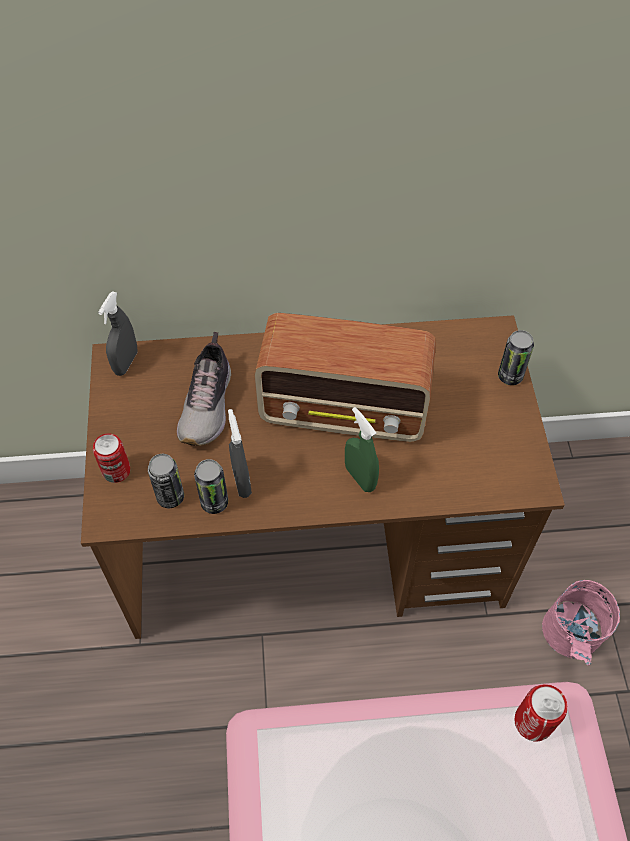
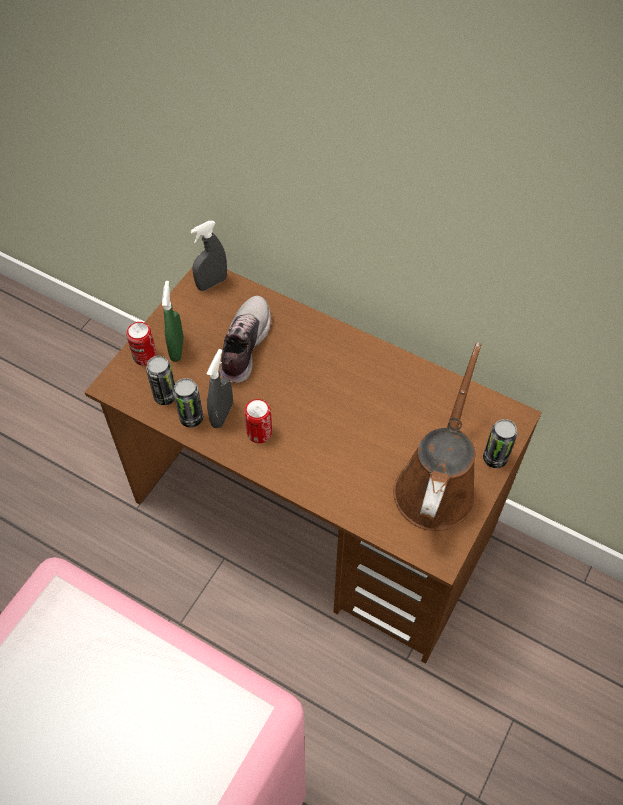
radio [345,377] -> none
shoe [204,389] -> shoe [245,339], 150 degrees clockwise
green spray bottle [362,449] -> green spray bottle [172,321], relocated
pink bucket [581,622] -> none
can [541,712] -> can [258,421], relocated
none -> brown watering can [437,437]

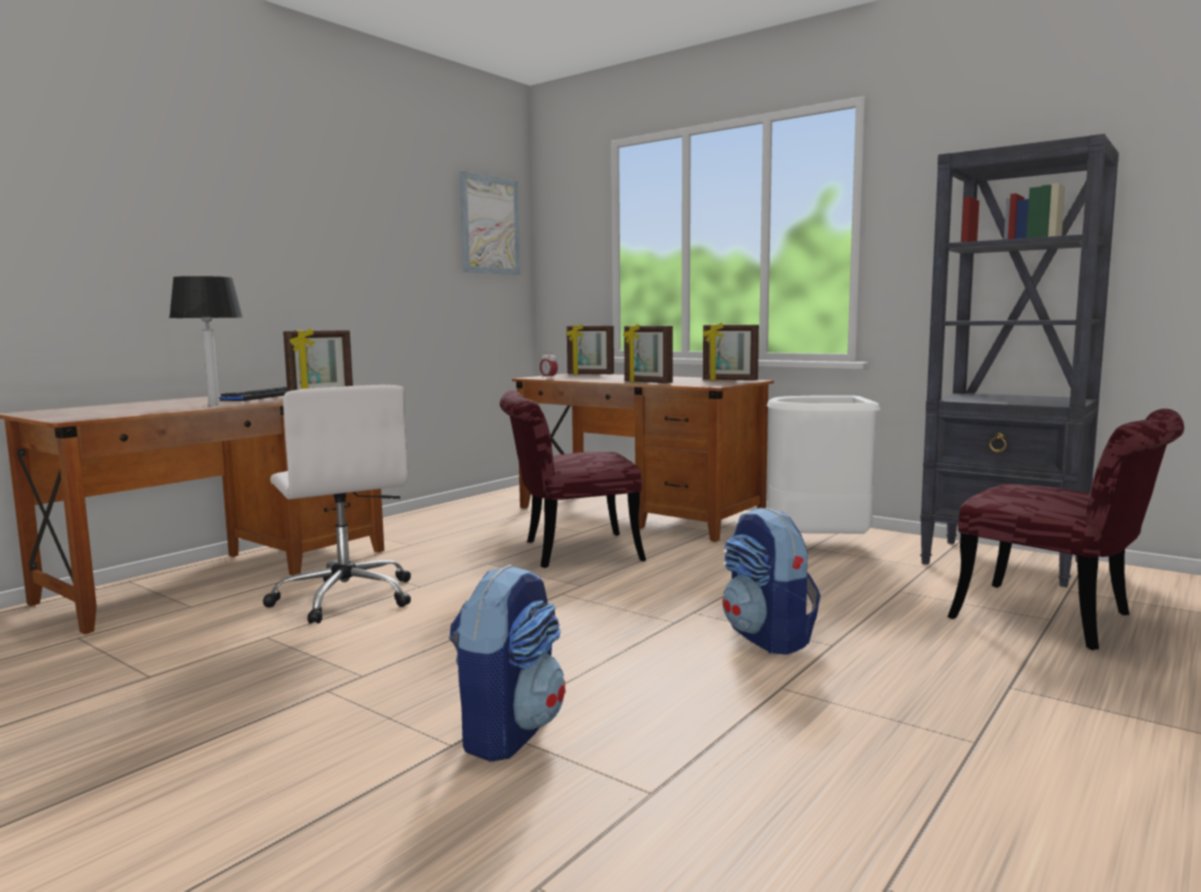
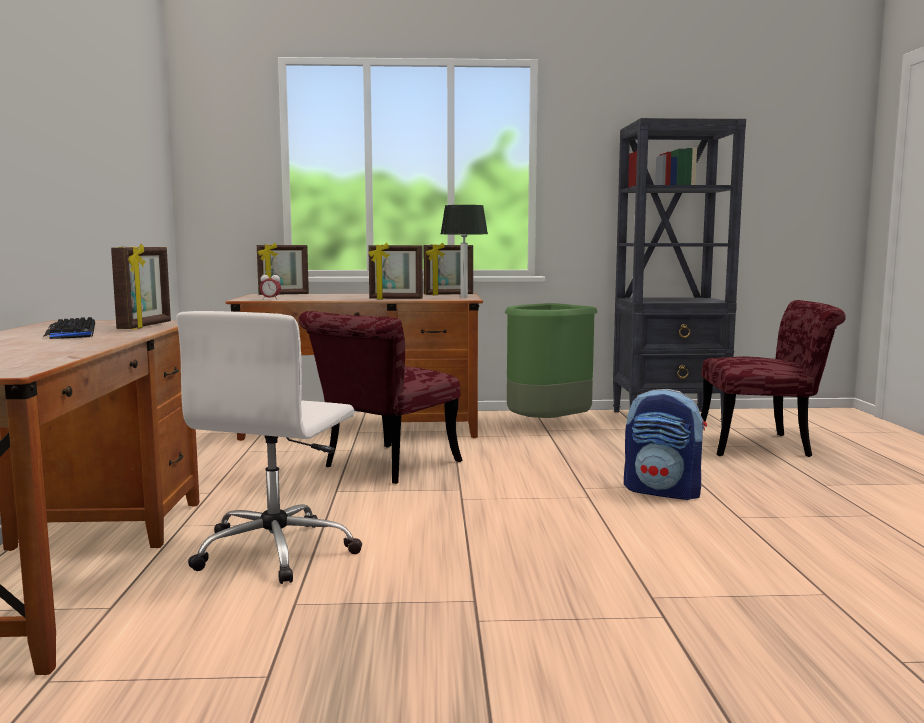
picture [489,223] -> none
table lamp [206,341] -> table lamp [464,251], relocated
white office chair [337,504] -> white office chair [269,447], 90 degrees clockwise
white trash can [823,464] -> green trash can [551,360]
backpack [507,663] -> none

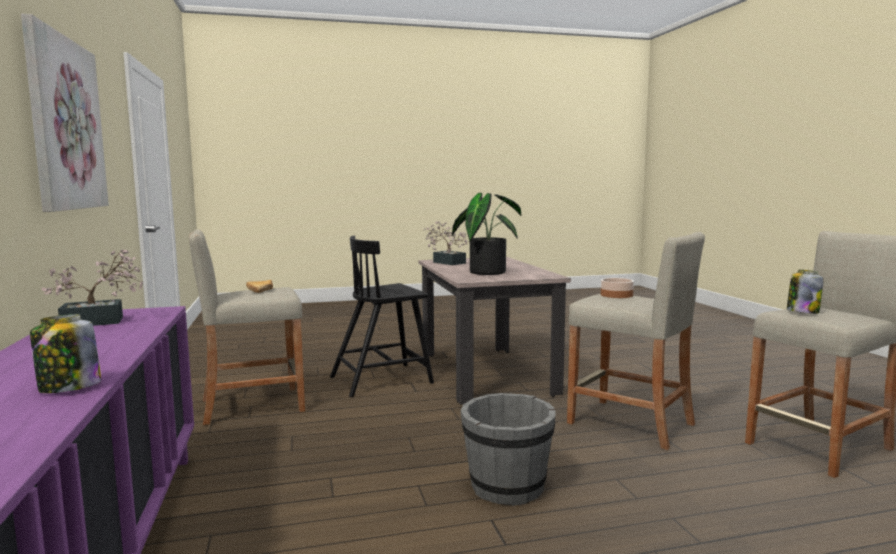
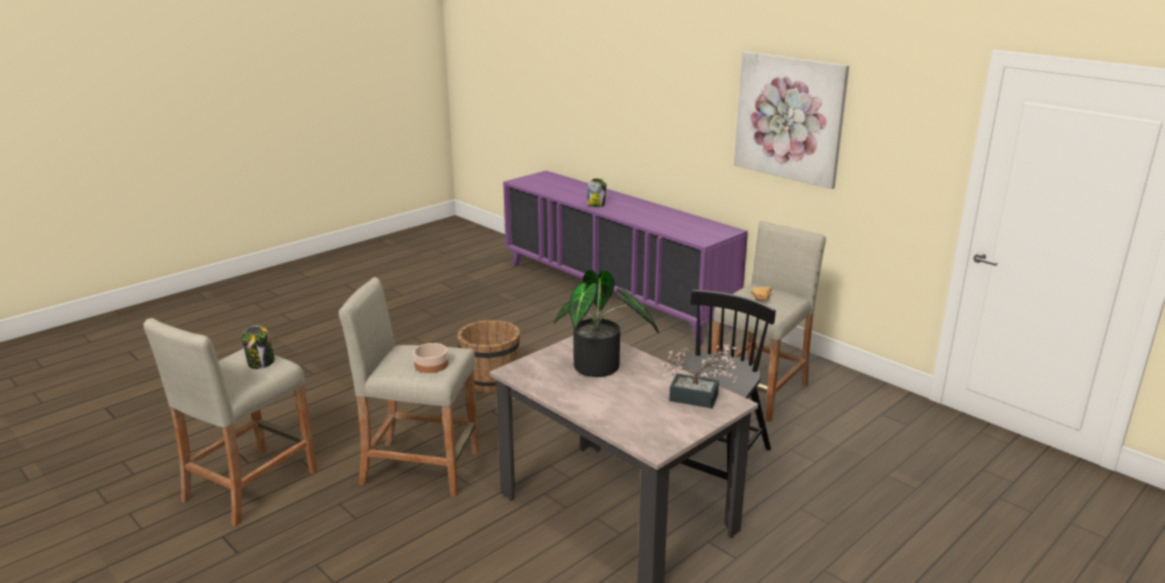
potted plant [92,287] -> none
grey bucket [508,449] -> brown bucket [488,356]

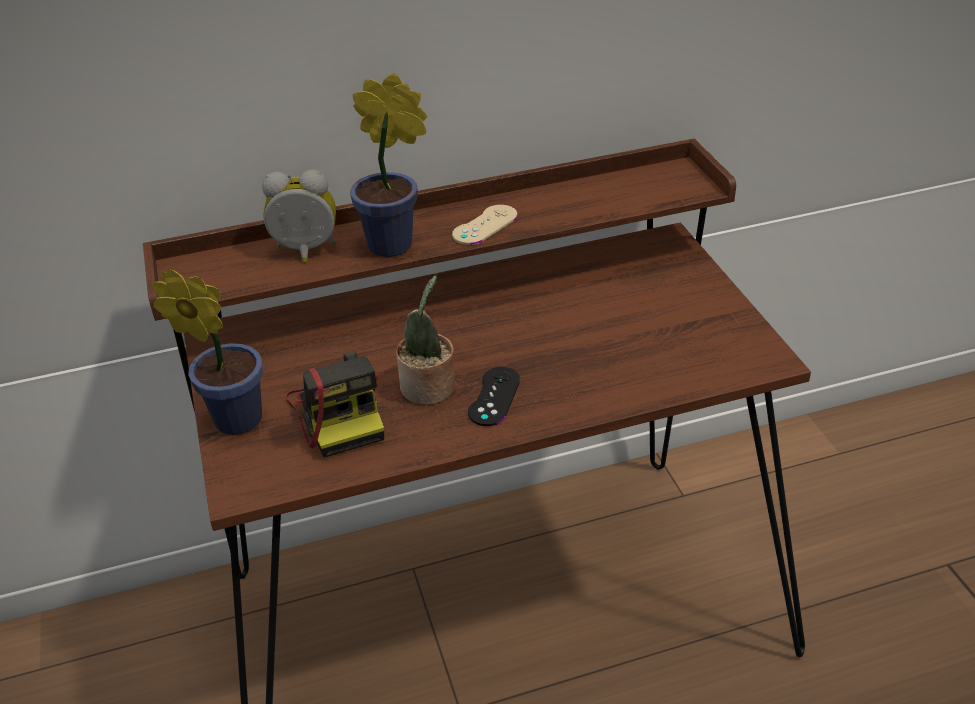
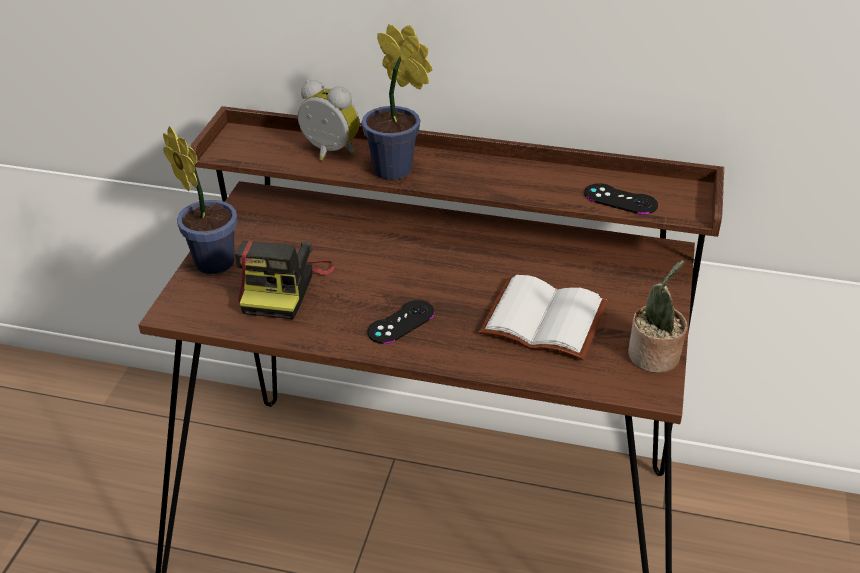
beige game controller [484,225] -> none
potted plant [425,340] -> potted plant [658,316], relocated
none -> black game controller [621,198]
none -> white book [543,317]

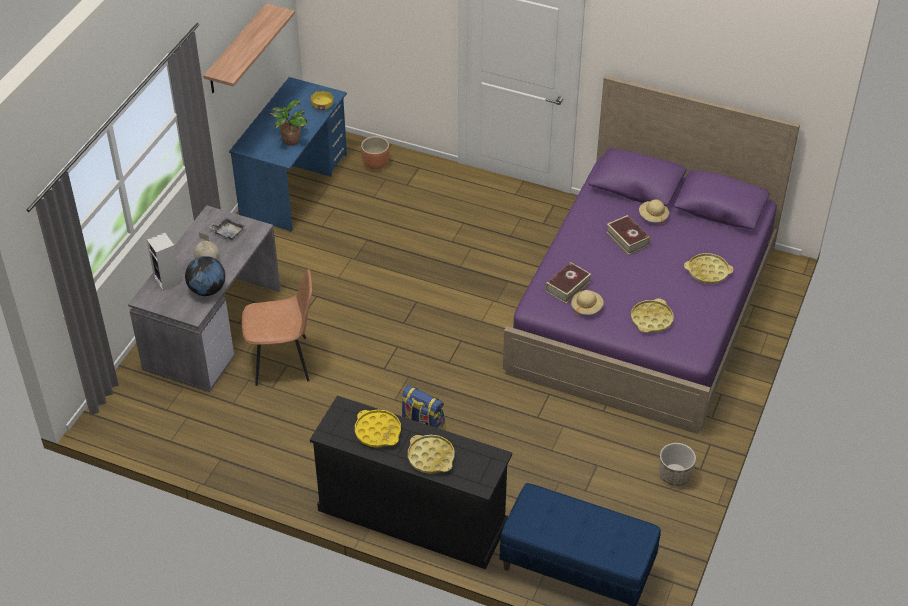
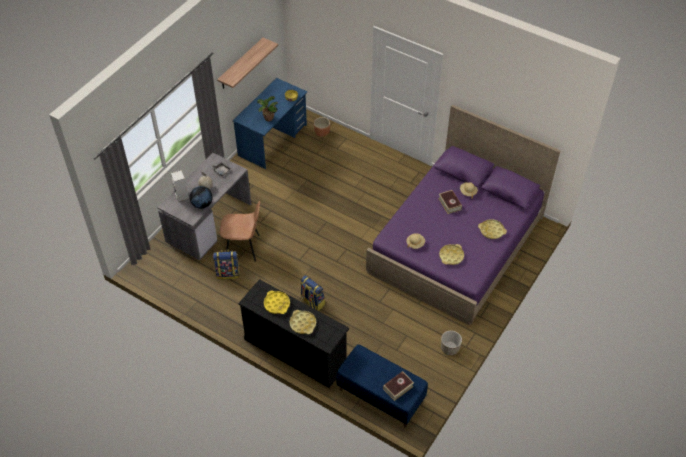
book [568,283] -> book [398,386], relocated
none -> backpack [226,264]

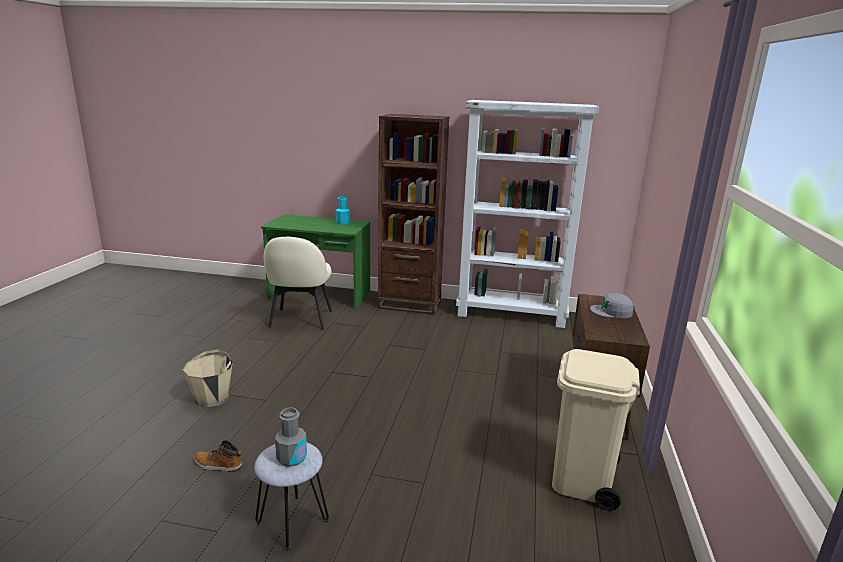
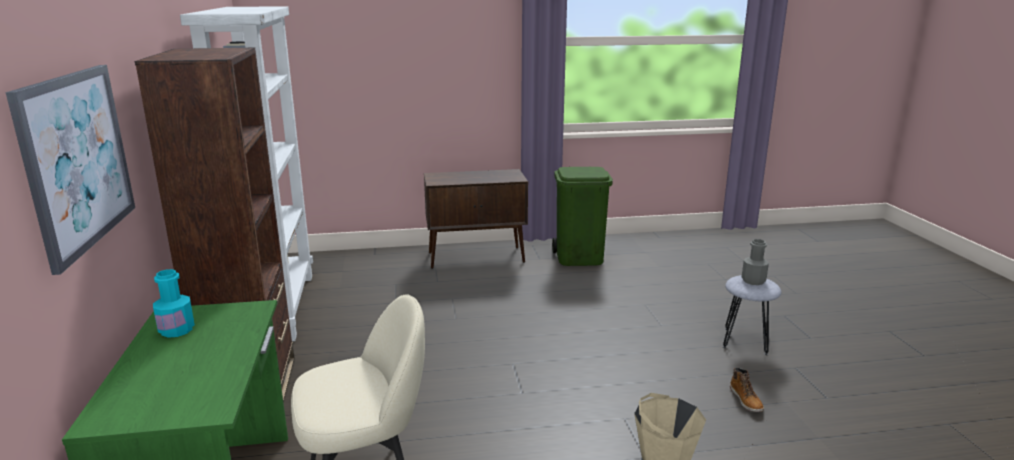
grey cap [611,305] -> none
beige trash can [596,430] -> green trash can [582,216]
none -> picture [70,170]

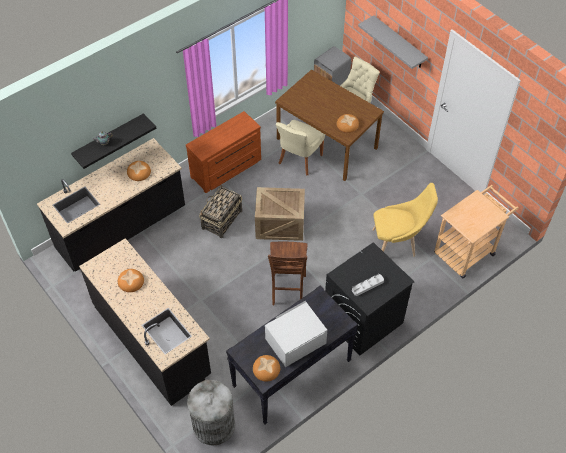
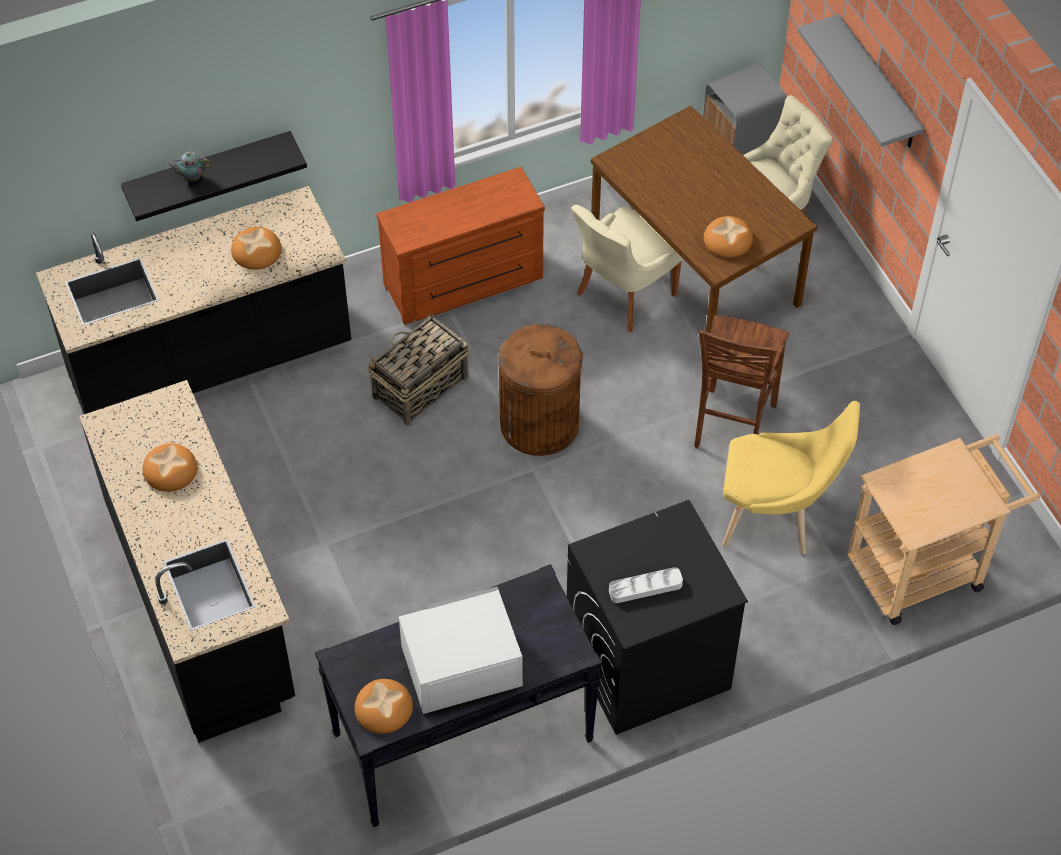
crate [280,214] -> brown trash can [540,390]
brown stool [288,273] -> brown stool [741,381], relocated
grey trash can [211,412] -> none

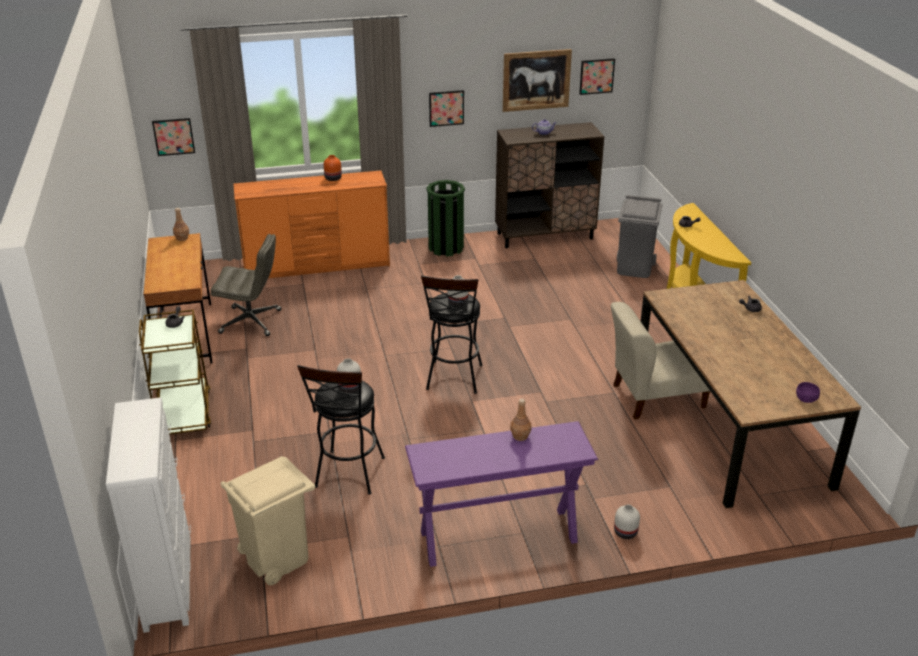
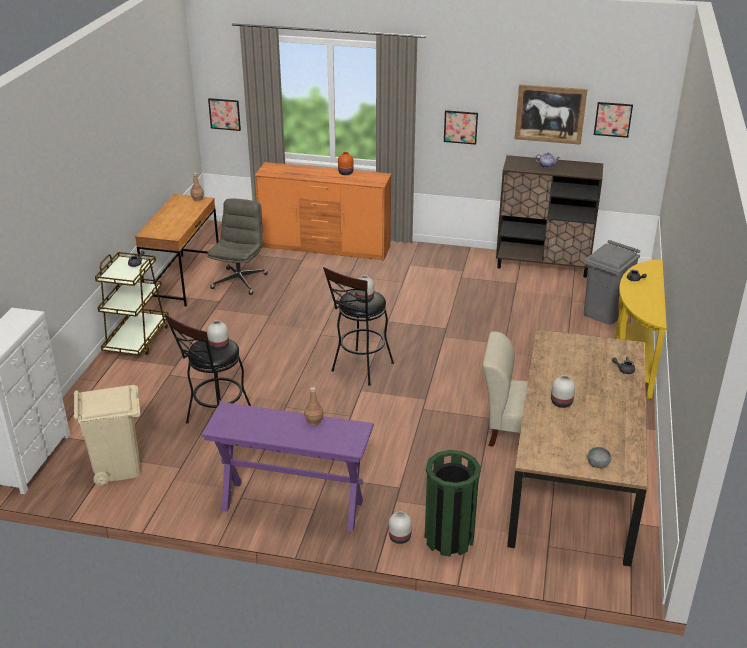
green trash can [445,218] -> green trash can [453,503], relocated
grey office chair [246,285] -> grey office chair [237,246], 105 degrees counterclockwise
purple bowl [808,392] -> grey bowl [599,457]
none -> white vase [563,391]

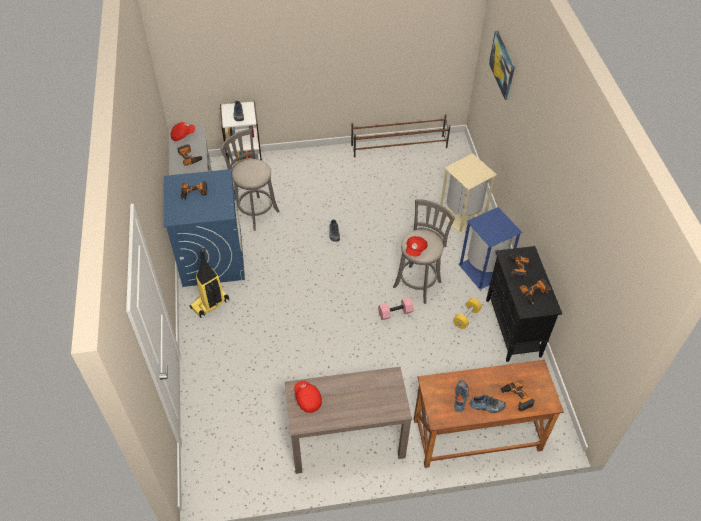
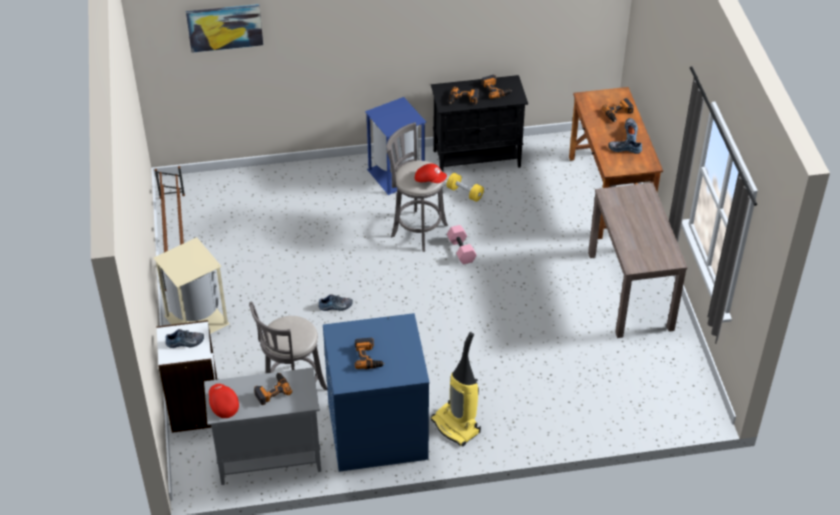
beige trash can [468,193] -> beige trash can [192,285], relocated
red cap [308,397] -> none

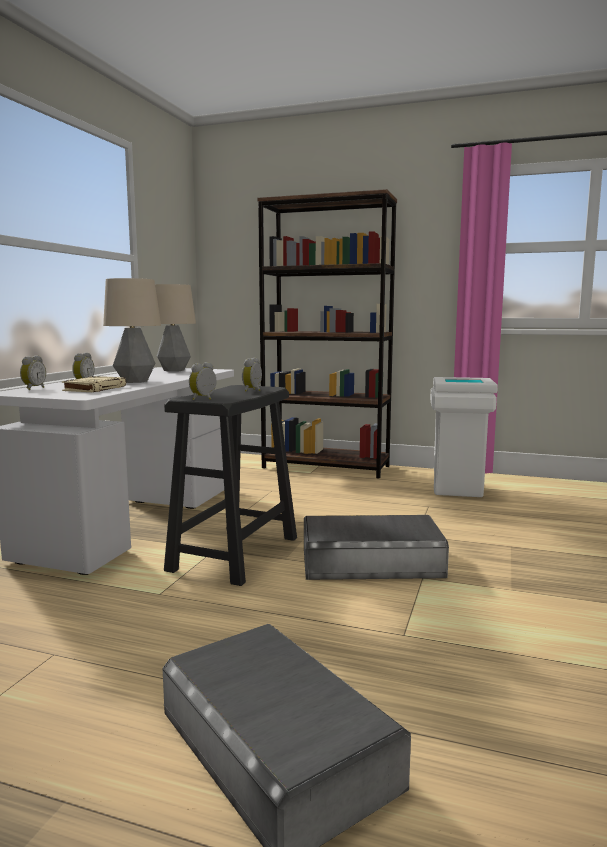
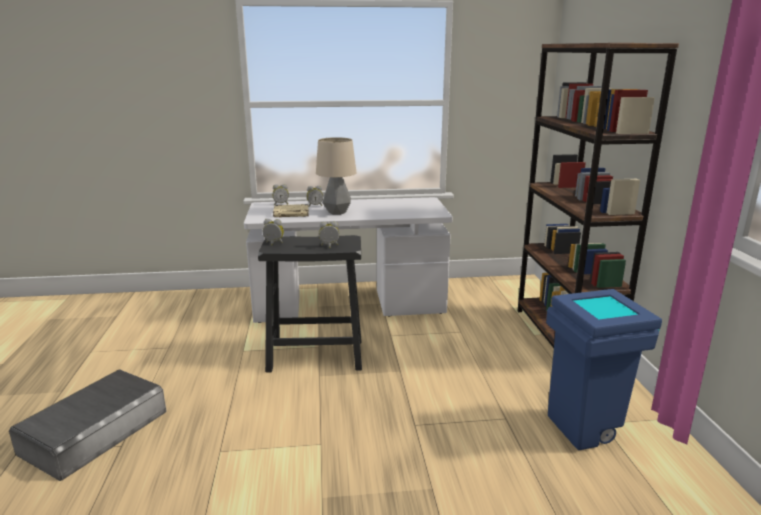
table lamp [175,328] -> none
white trash can [464,437] -> blue trash can [604,369]
grey storage box [376,547] -> none

